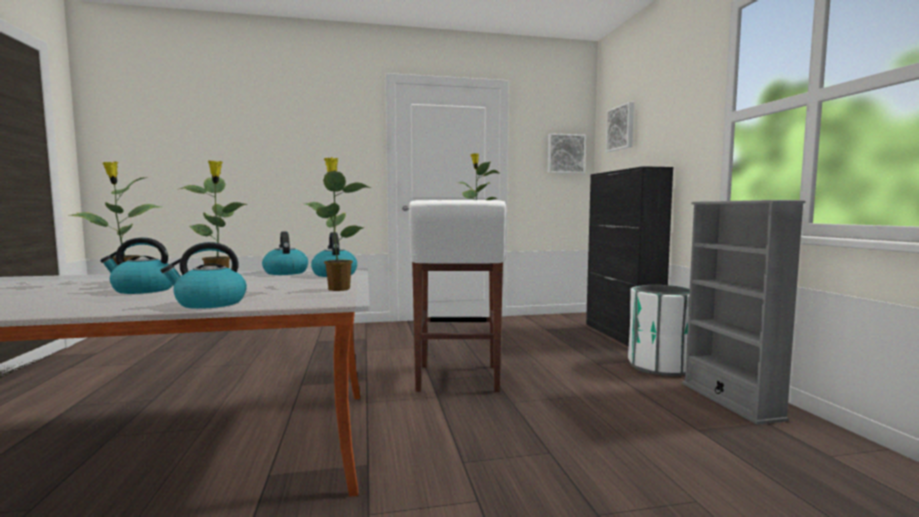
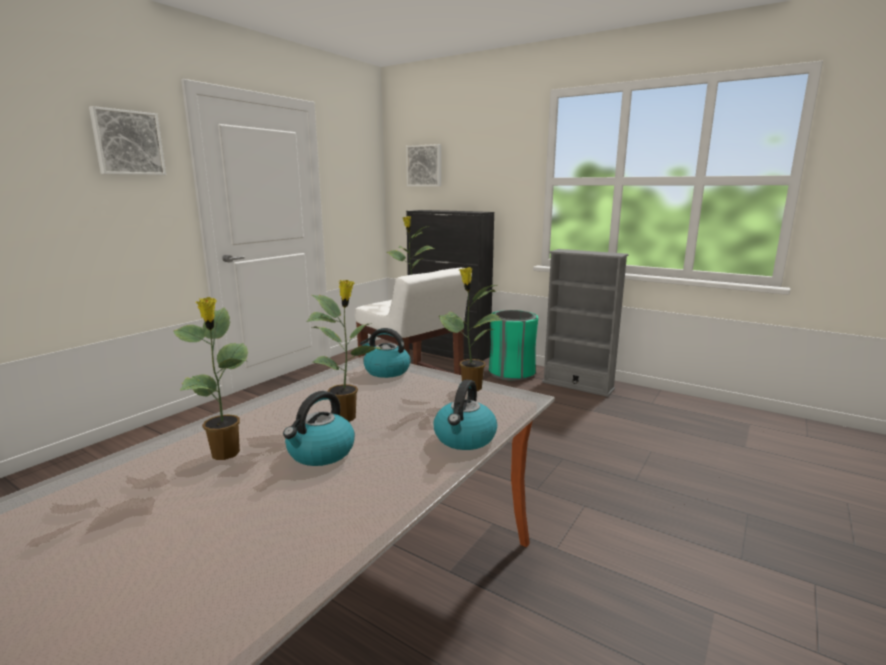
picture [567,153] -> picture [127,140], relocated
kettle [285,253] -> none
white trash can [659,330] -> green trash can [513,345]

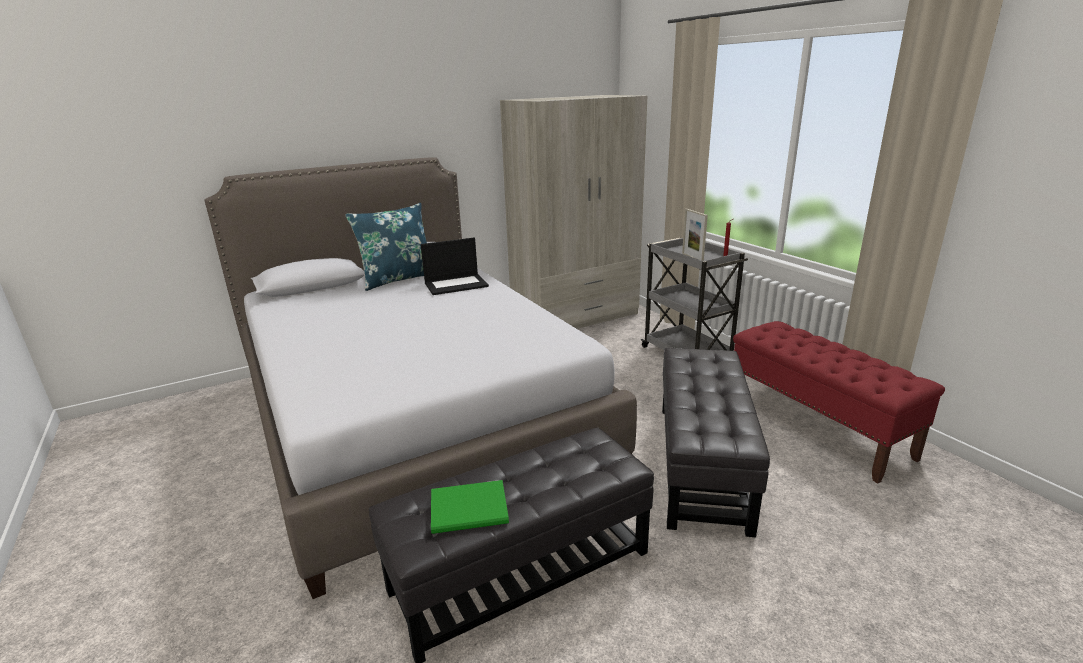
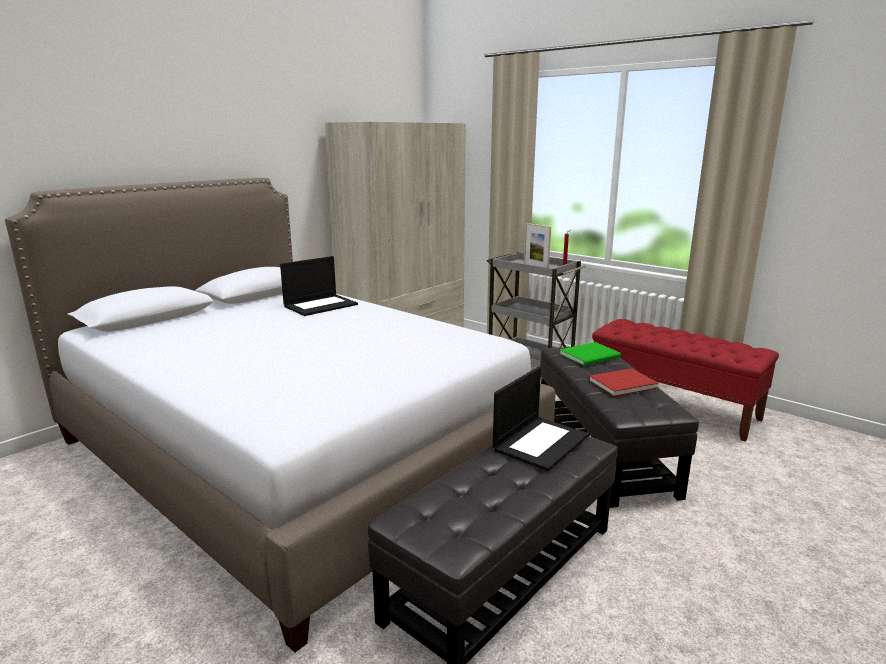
blue pillow [386,247] -> none
green book [470,507] -> green book [590,354], relocated
none -> laptop [541,419]
none -> red book [623,382]

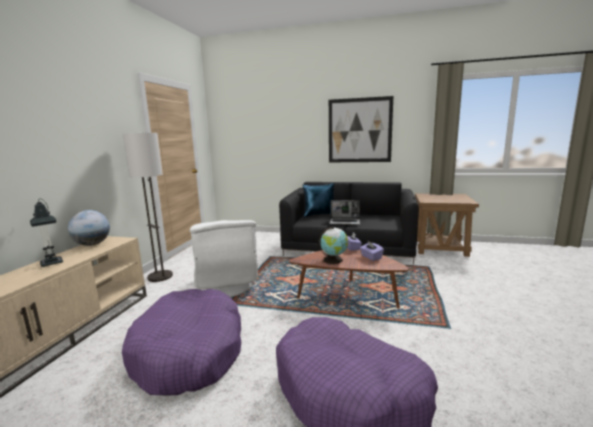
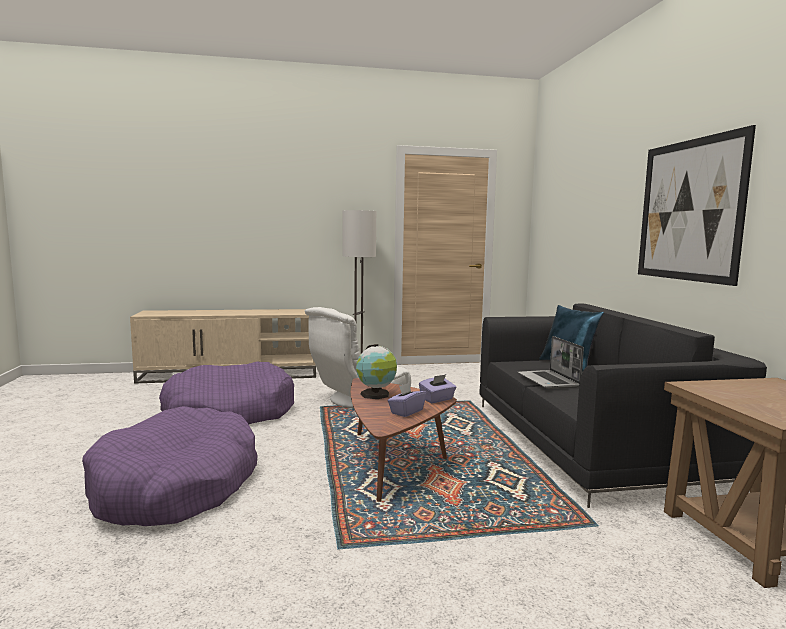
table lamp [46,233] -> none
globe [89,228] -> none

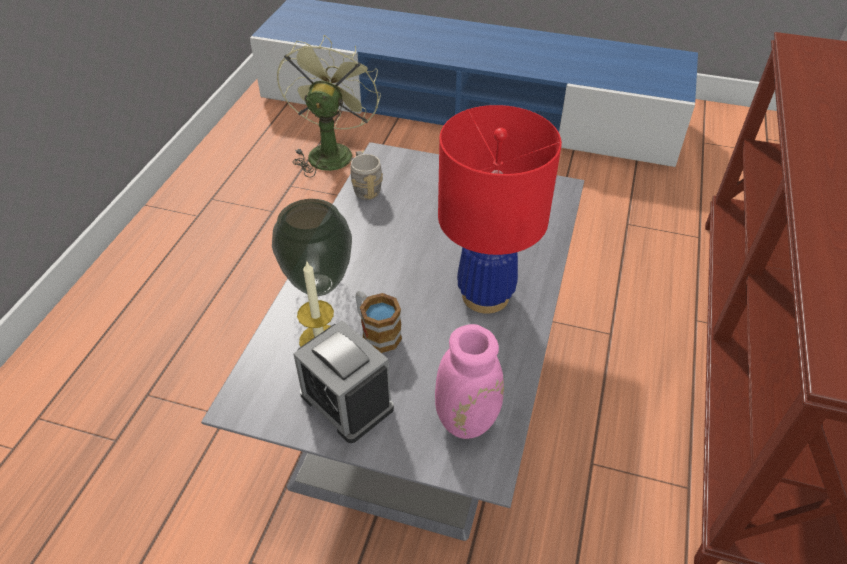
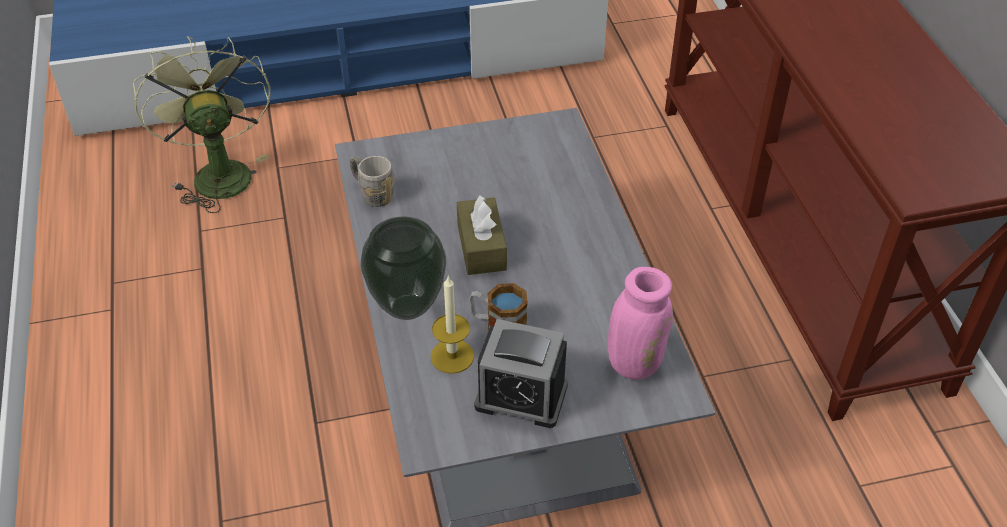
red table lamp [500,209] -> none
none -> brown tissue box [482,235]

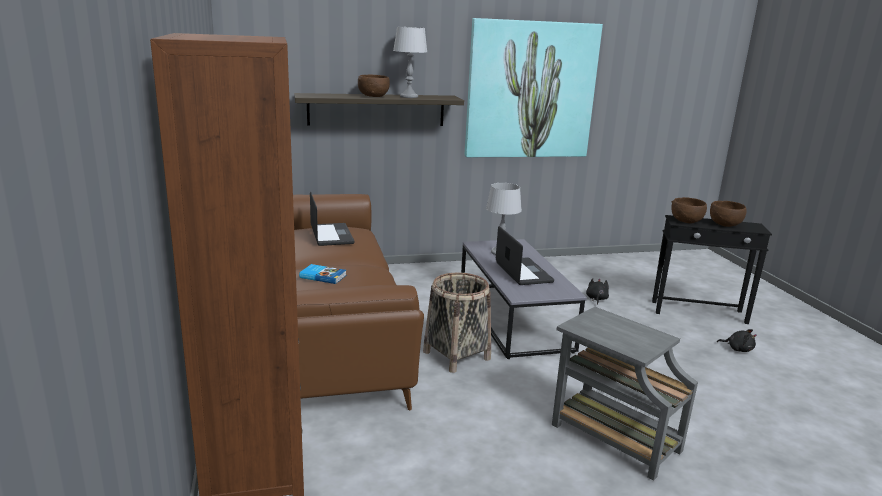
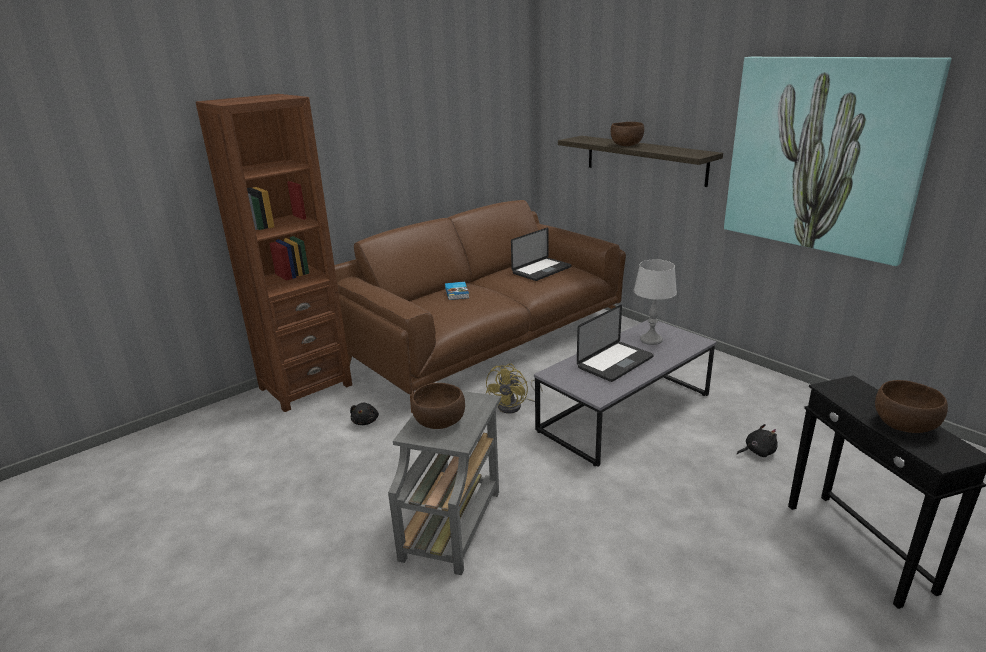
grey table lamp [410,62] -> none
brown bowl [689,210] -> brown bowl [438,406], relocated
basket [457,322] -> yellow fan [514,388]
black plush toy [737,340] -> black plush toy [364,414], relocated

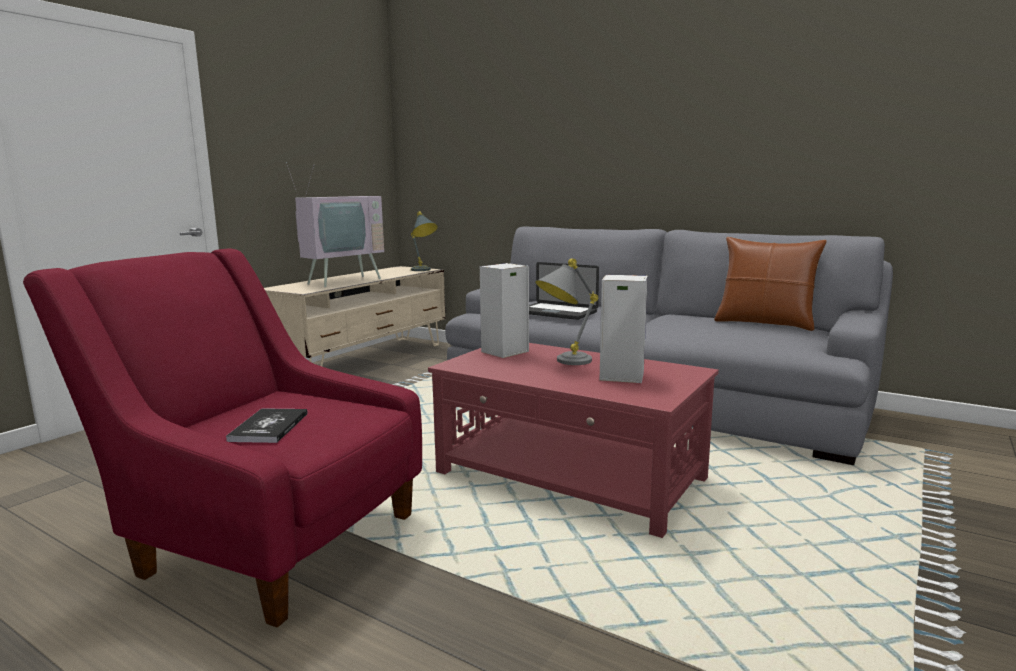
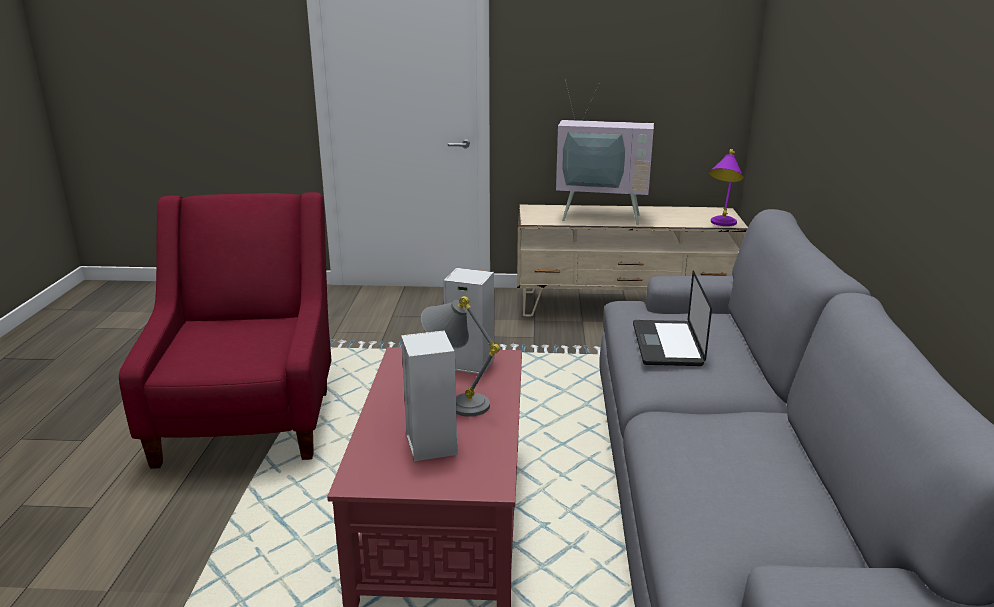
grey table lamp [424,241] -> purple table lamp [726,187]
brown pillow [770,284] -> none
book [267,425] -> none

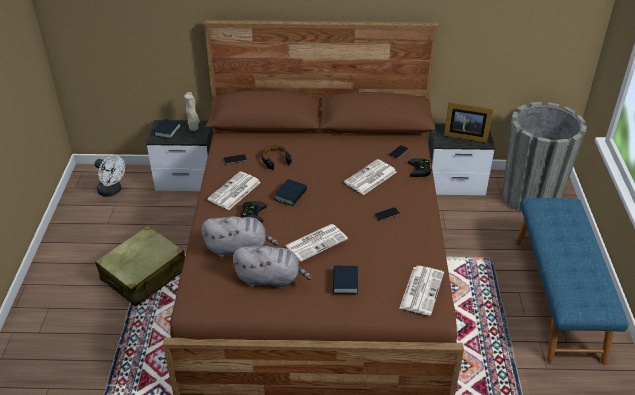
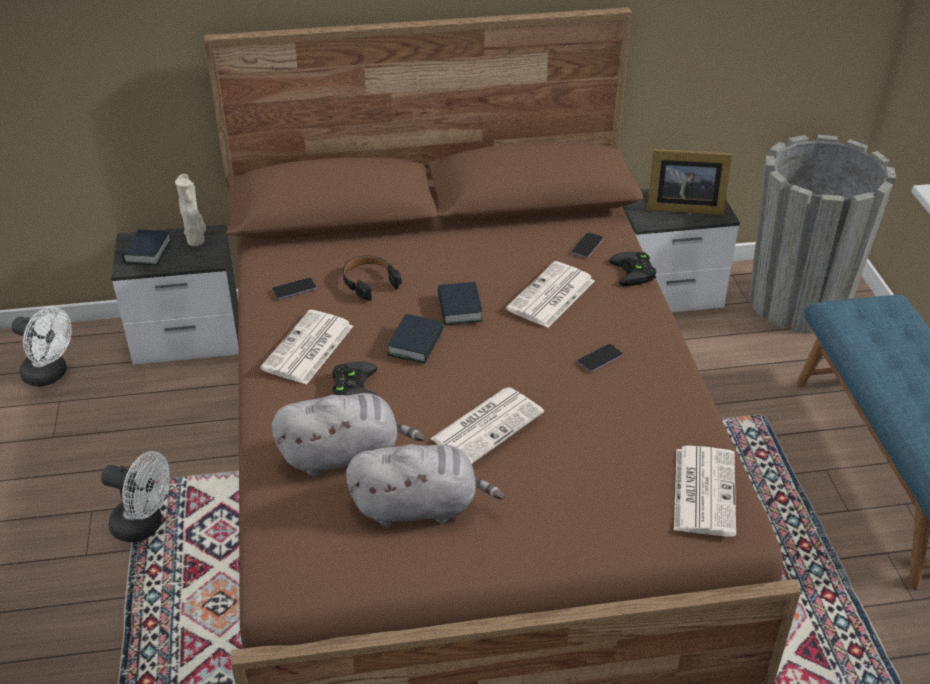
beige suitcase [140,265] -> white fan [135,496]
book [345,280] -> book [460,303], relocated

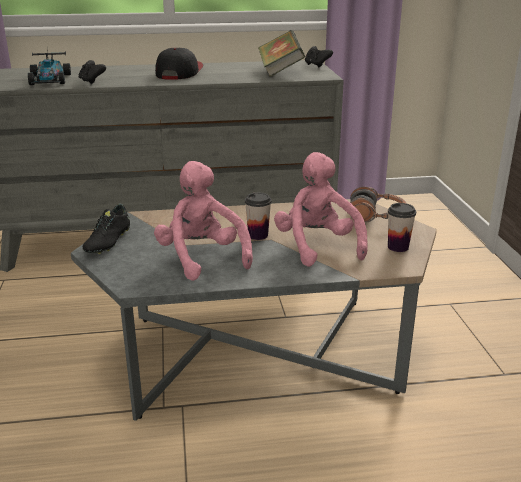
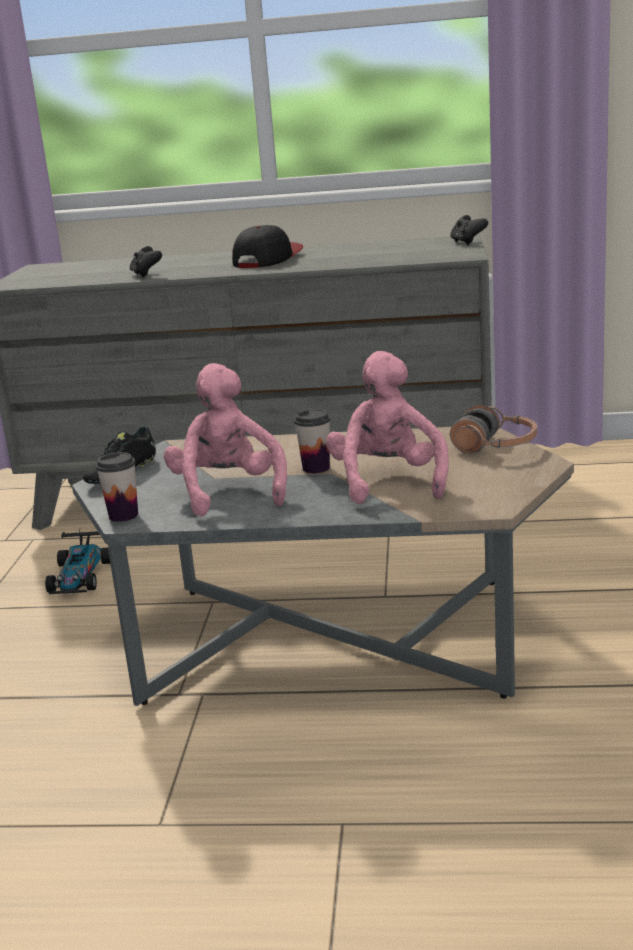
book [281,53] -> none
toy car [49,68] -> toy car [77,562], relocated
cup [402,227] -> cup [116,487], relocated

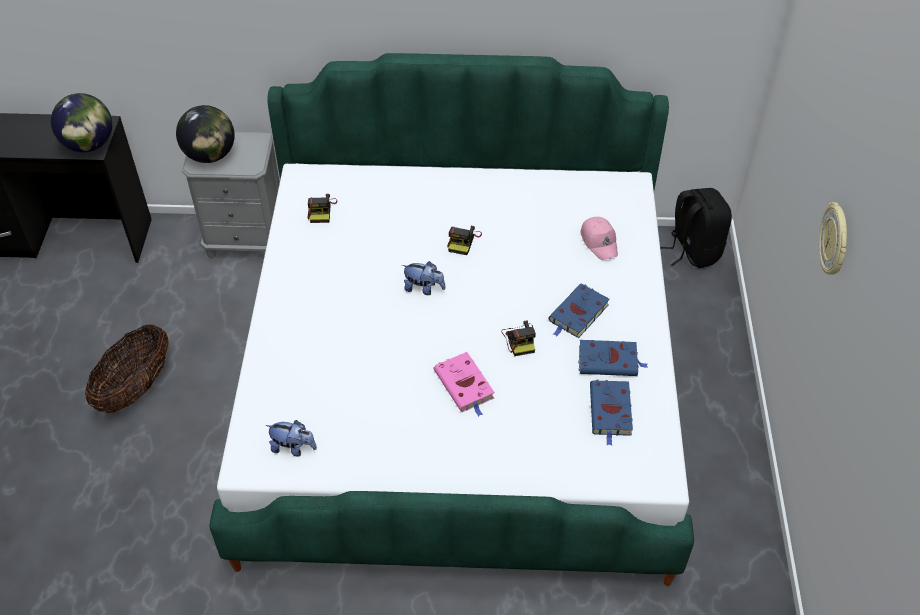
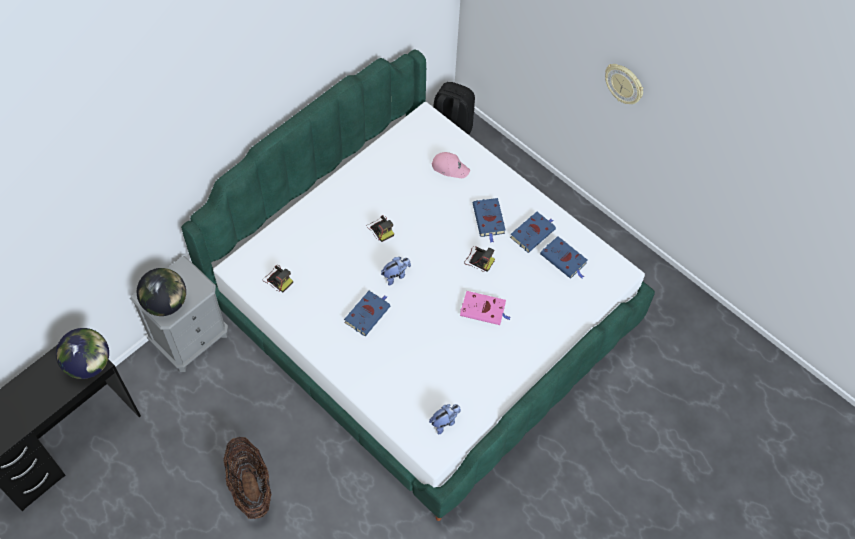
none -> blue book [367,313]

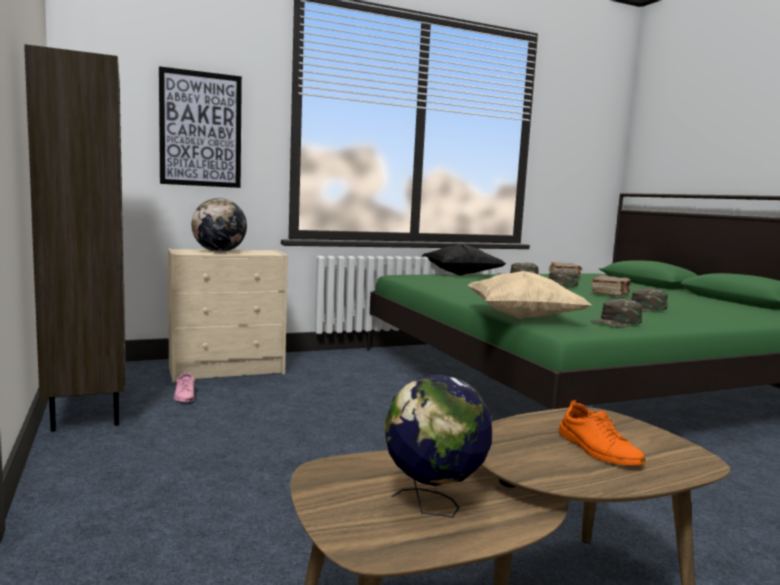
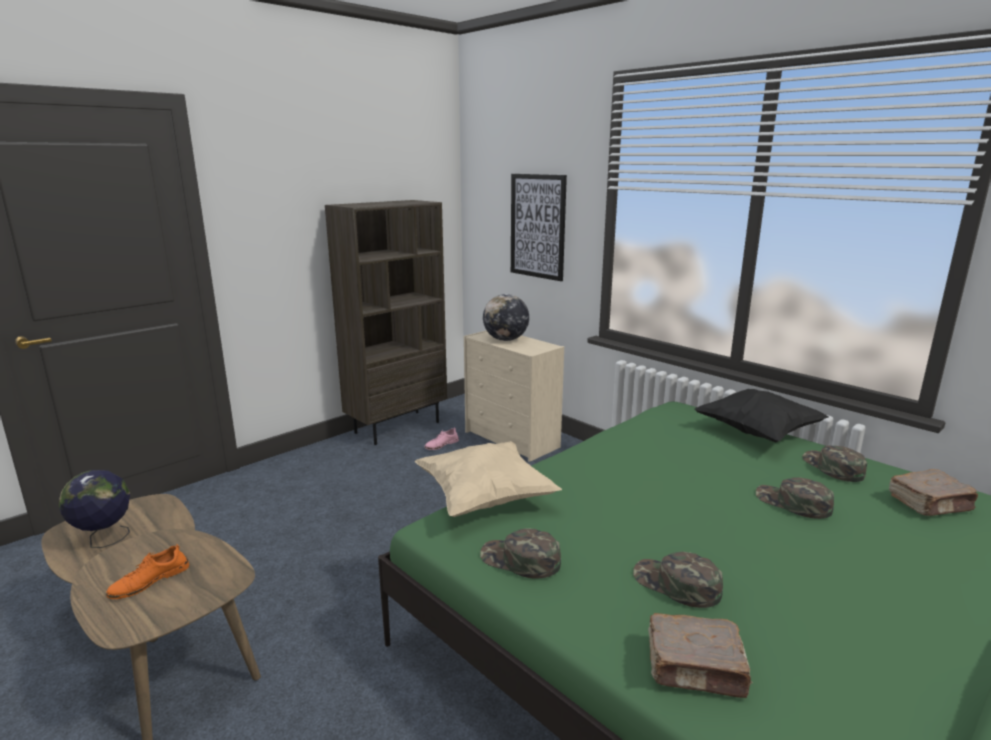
brown book [611,285] -> brown book [700,655], relocated

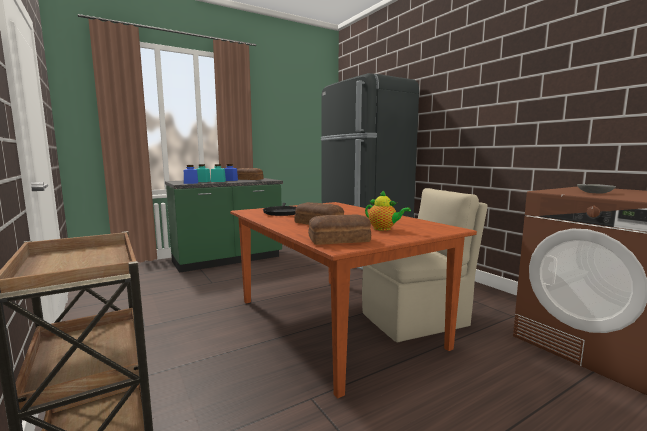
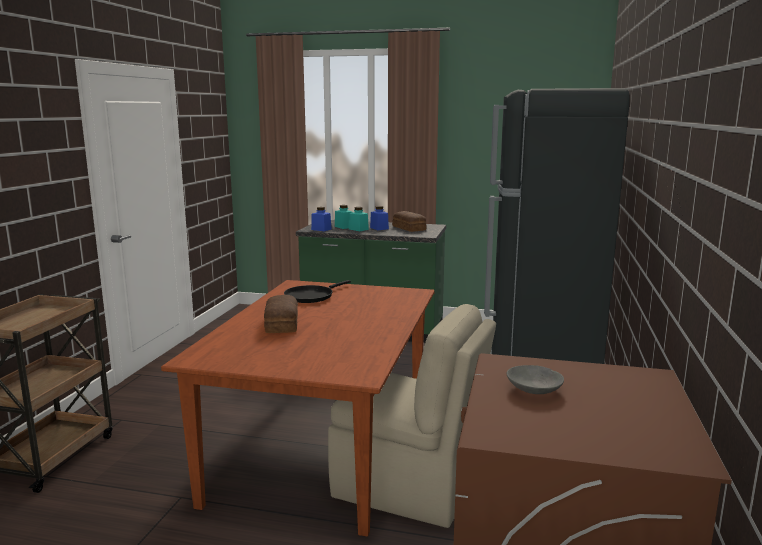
teapot [388,210] -> none
bread [339,229] -> none

